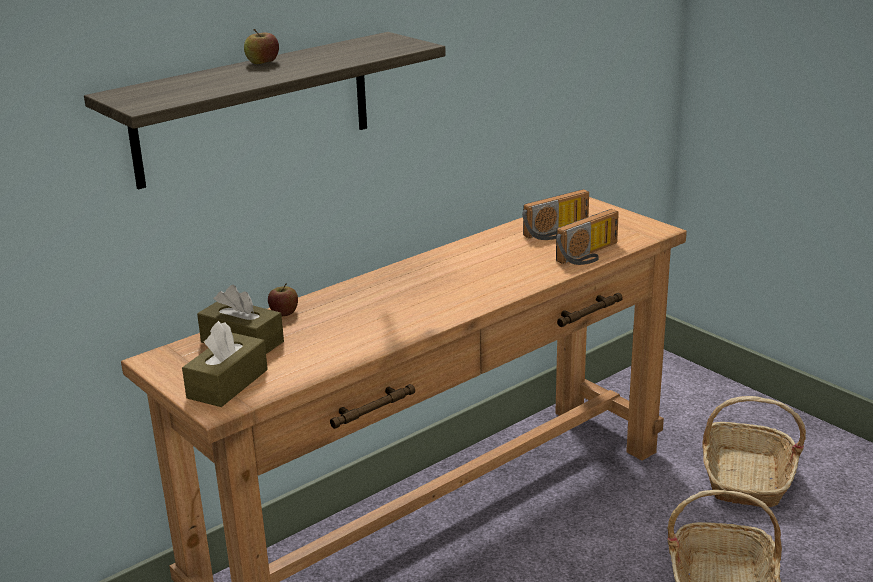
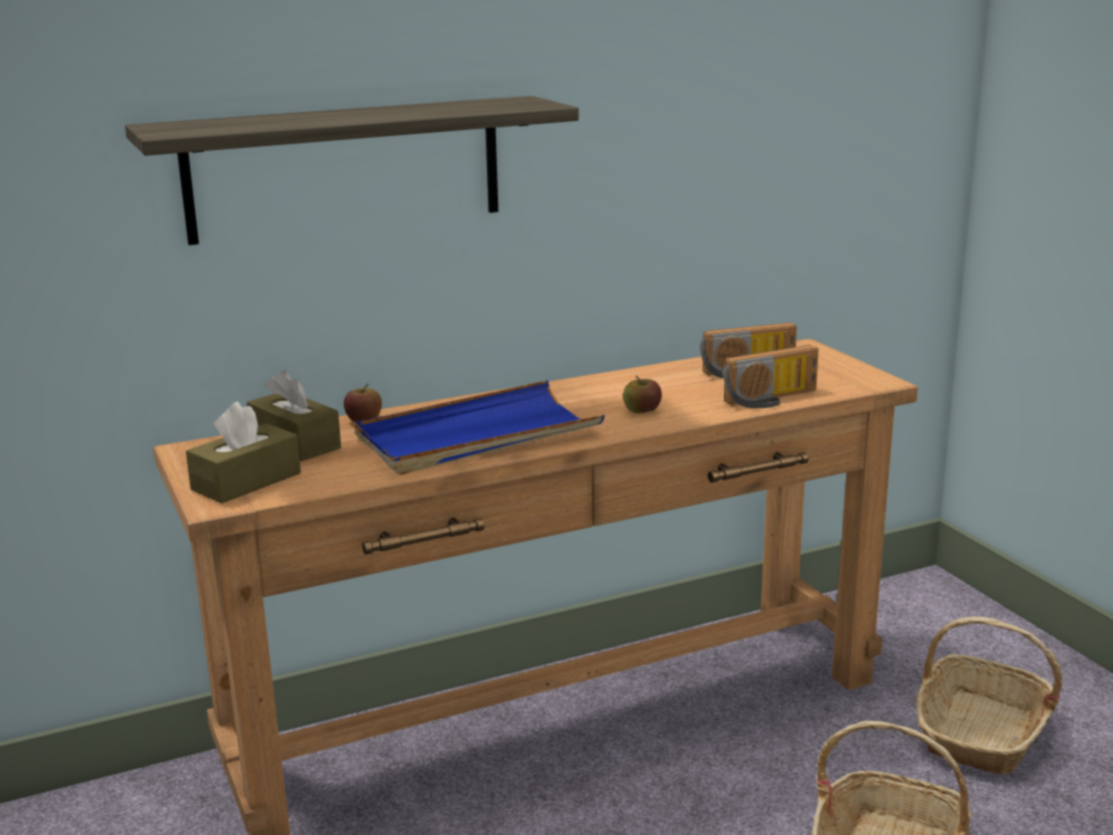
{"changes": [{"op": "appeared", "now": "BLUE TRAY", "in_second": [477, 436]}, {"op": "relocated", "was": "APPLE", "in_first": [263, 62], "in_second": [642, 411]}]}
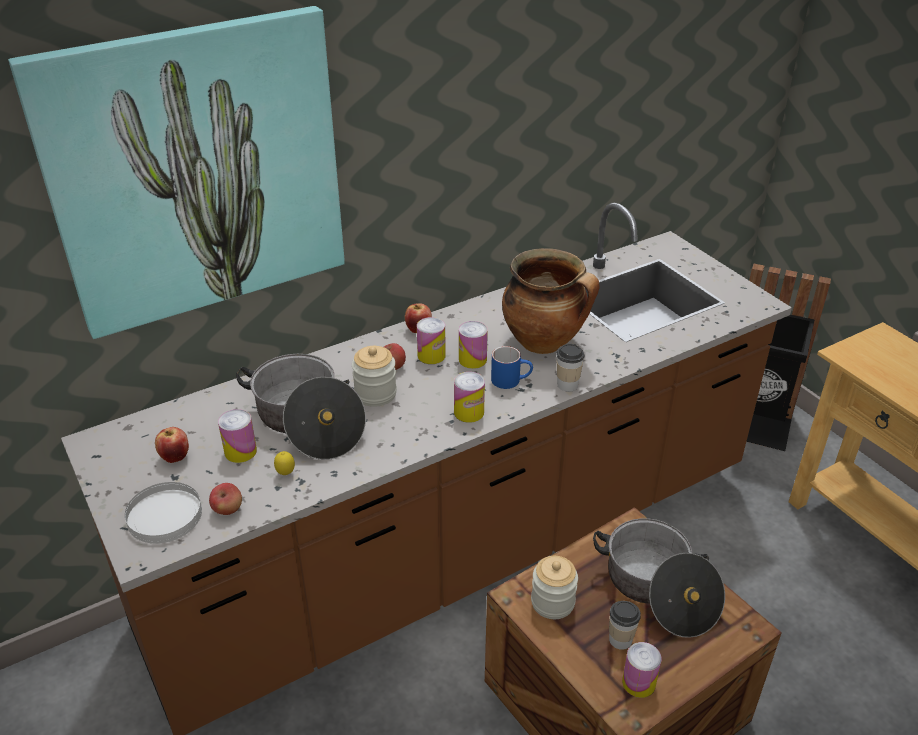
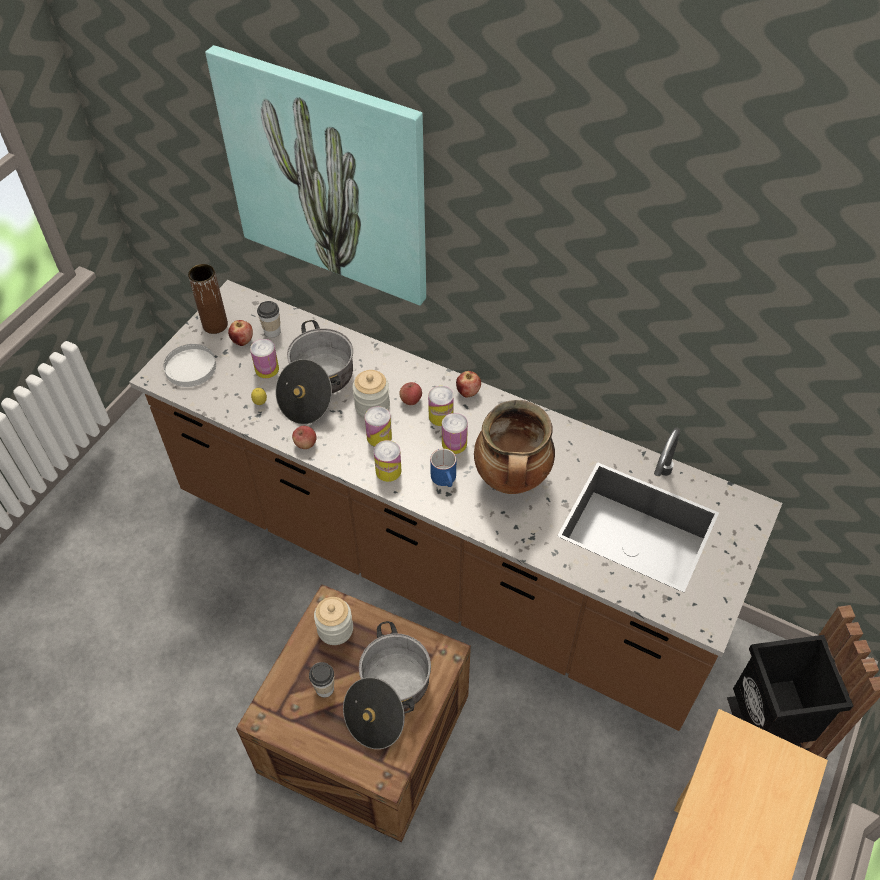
{"changes": [{"op": "appeared", "now": "BROWN VASE", "in_second": [215, 325]}, {"op": "relocated", "was": "APPLE", "in_first": [228, 509], "in_second": [305, 444]}, {"op": "relocated", "was": "CUP", "in_first": [567, 385], "in_second": [272, 331]}, {"op": "relocated", "was": "CAN", "in_first": [638, 683], "in_second": [379, 437]}]}
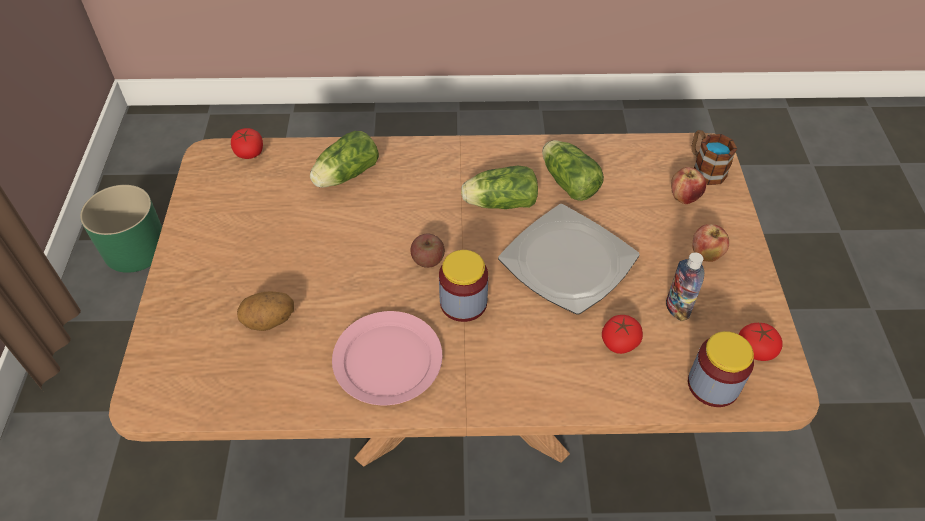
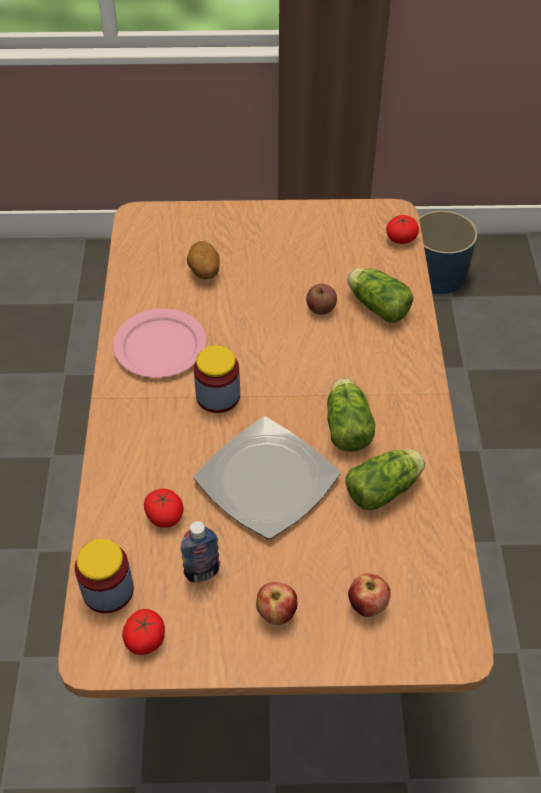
{"changes": [{"op": "missing", "was": "MUG", "in_first": [704, 168]}, {"op": "relocated", "was": "APPLE", "in_first": [428, 260], "in_second": [321, 308]}, {"op": "colour", "was": "GREEN PLANTER", "now": "BLUE PLANTER", "in_first": [135, 249], "in_second": [436, 273]}]}
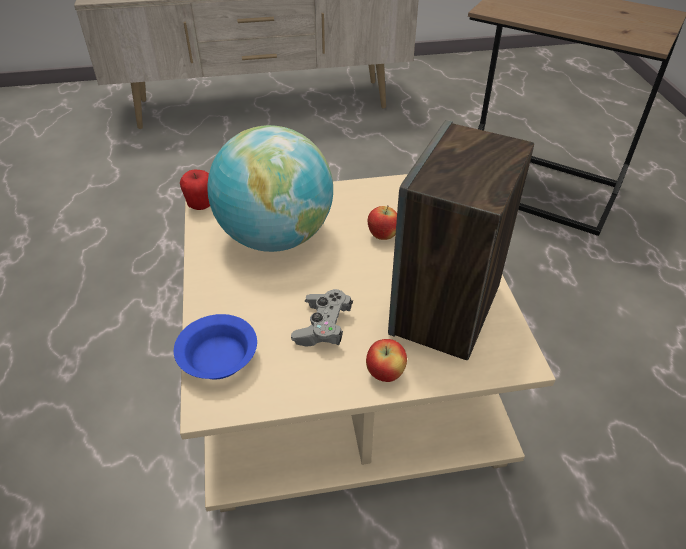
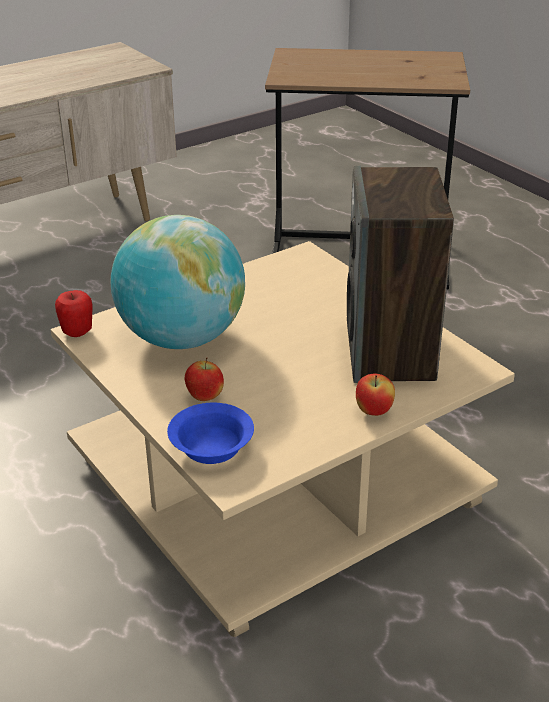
{"changes": [{"op": "missing", "was": "GREY GAME CONTROLLER", "in_first": [323, 327]}, {"op": "relocated", "was": "APPLE", "in_first": [382, 236], "in_second": [205, 397]}]}
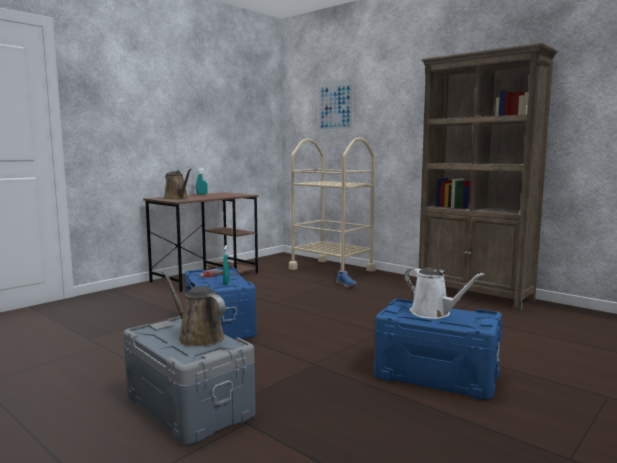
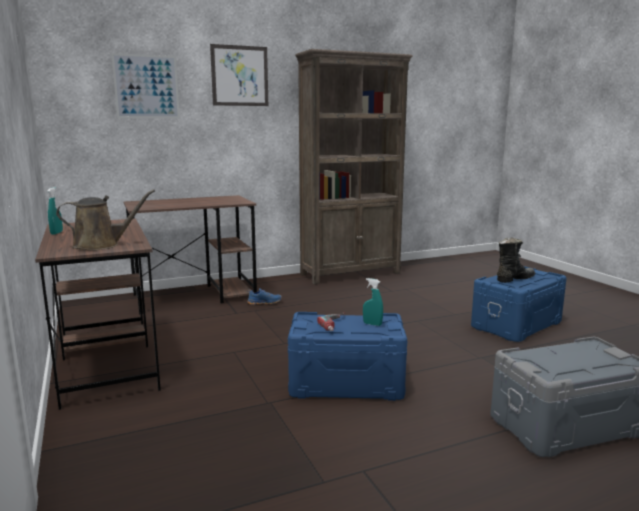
{"changes": [{"op": "missing", "was": "BROWN WATERING CAN", "in_first": [198, 337]}, {"op": "appeared", "now": "PICTURE", "in_second": [240, 76]}, {"op": "exchanged", "was": "BEIGE CART", "now": "BROWN DESK", "in_first": [331, 269], "in_second": [195, 296]}, {"op": "exchanged", "was": "WHITE WATERING CAN", "now": "BLACK BOOT", "in_first": [433, 313], "in_second": [514, 279]}]}
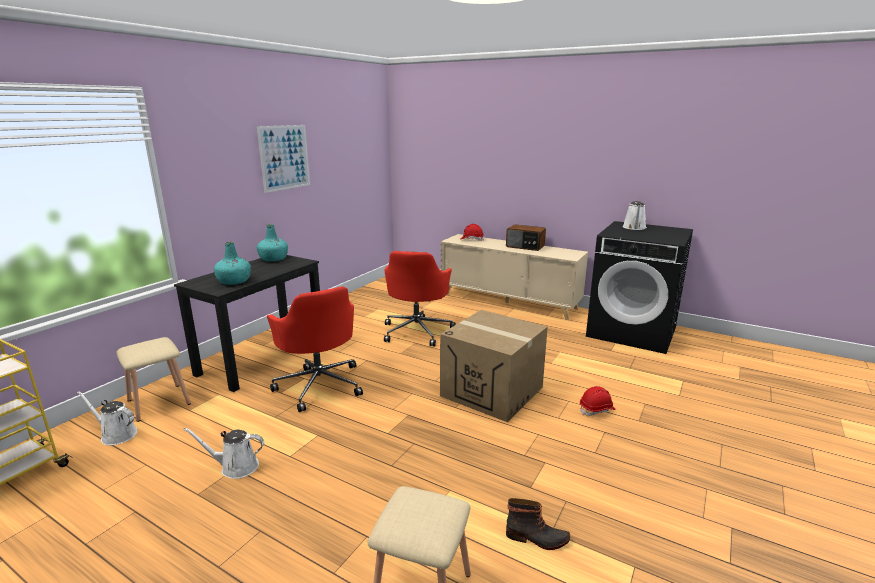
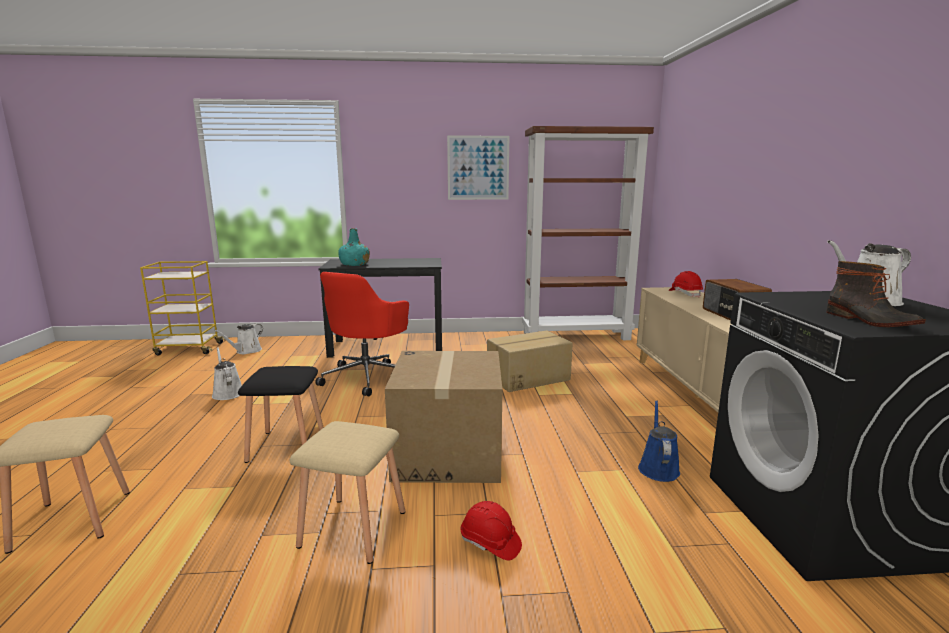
{"changes": [{"op": "missing", "was": "TURQUOISE BOTTLE", "in_first": [274, 259]}, {"op": "appeared", "now": "BLACK STOOL", "in_second": [286, 445]}, {"op": "appeared", "now": "BROWN BOOKCASE", "in_second": [576, 336]}, {"op": "appeared", "now": "BLUE WATERING CAN", "in_second": [658, 468]}, {"op": "relocated", "was": "BEIGE STOOL", "in_first": [160, 402], "in_second": [353, 530]}, {"op": "relocated", "was": "BOOT", "in_first": [537, 538], "in_second": [869, 321]}, {"op": "exchanged", "was": "RED OFFICE CHAIR", "now": "CARDBOARD BOX", "in_first": [417, 331], "in_second": [527, 378]}, {"op": "spun", "was": "WHITE WATERING CAN", "in_first": [116, 434], "in_second": [246, 351], "clockwise": -135}]}
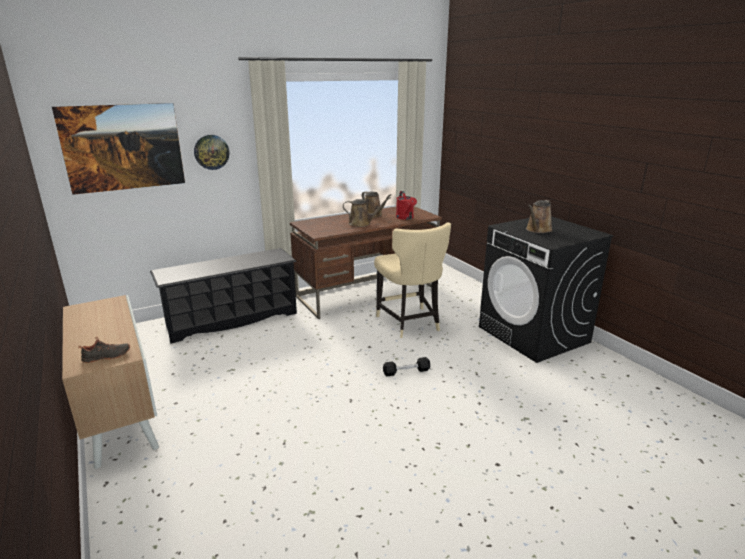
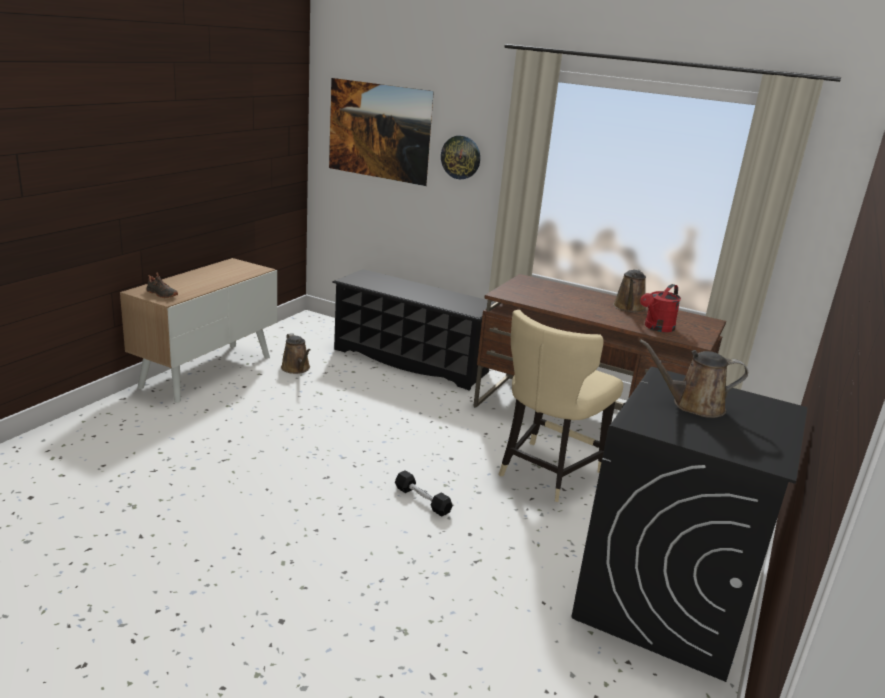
{"changes": [{"op": "relocated", "was": "BROWN WATERING CAN", "in_first": [362, 223], "in_second": [296, 369]}]}
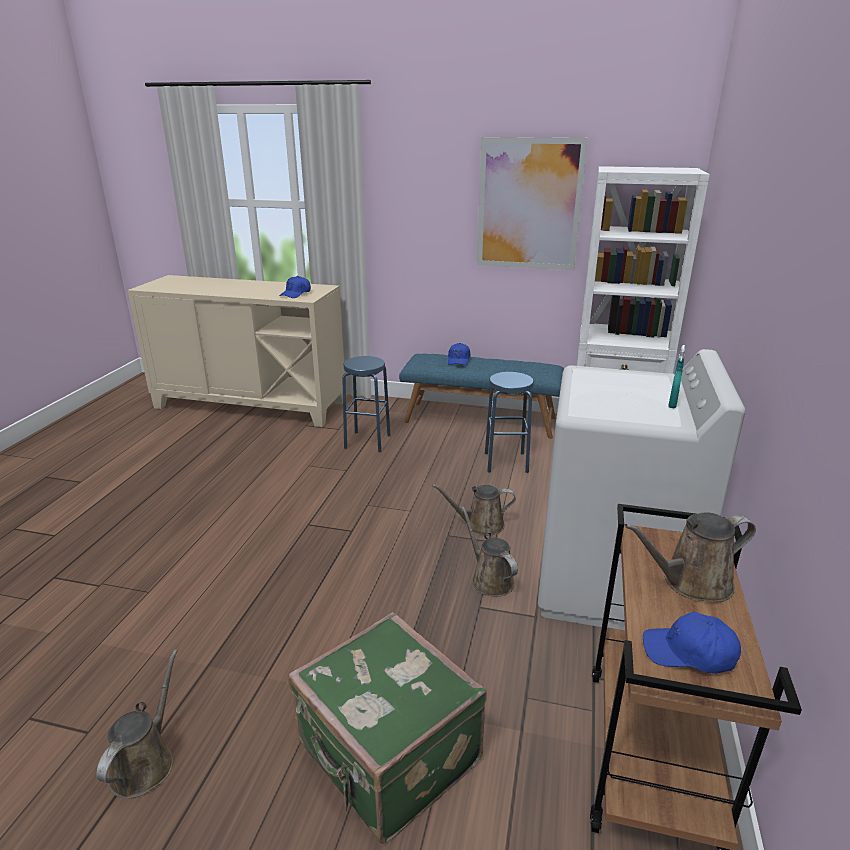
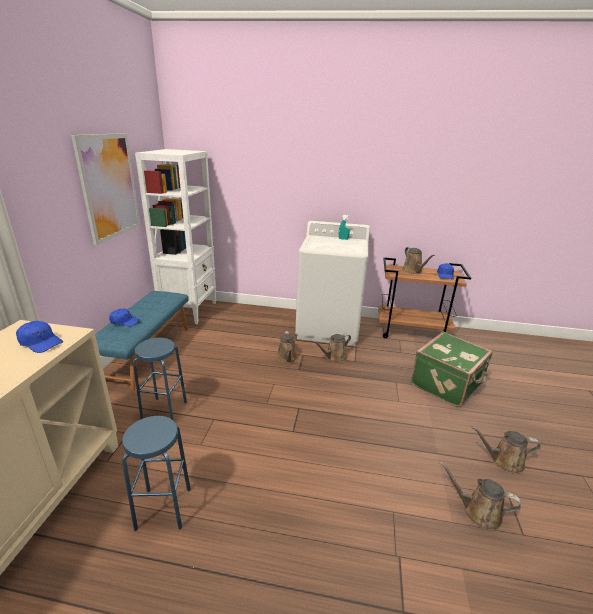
{"changes": [{"op": "appeared", "now": "BROWN WATERING CAN", "in_second": [478, 512]}, {"op": "relocated", "was": "BLUE STOOL", "in_first": [505, 462], "in_second": [163, 508]}]}
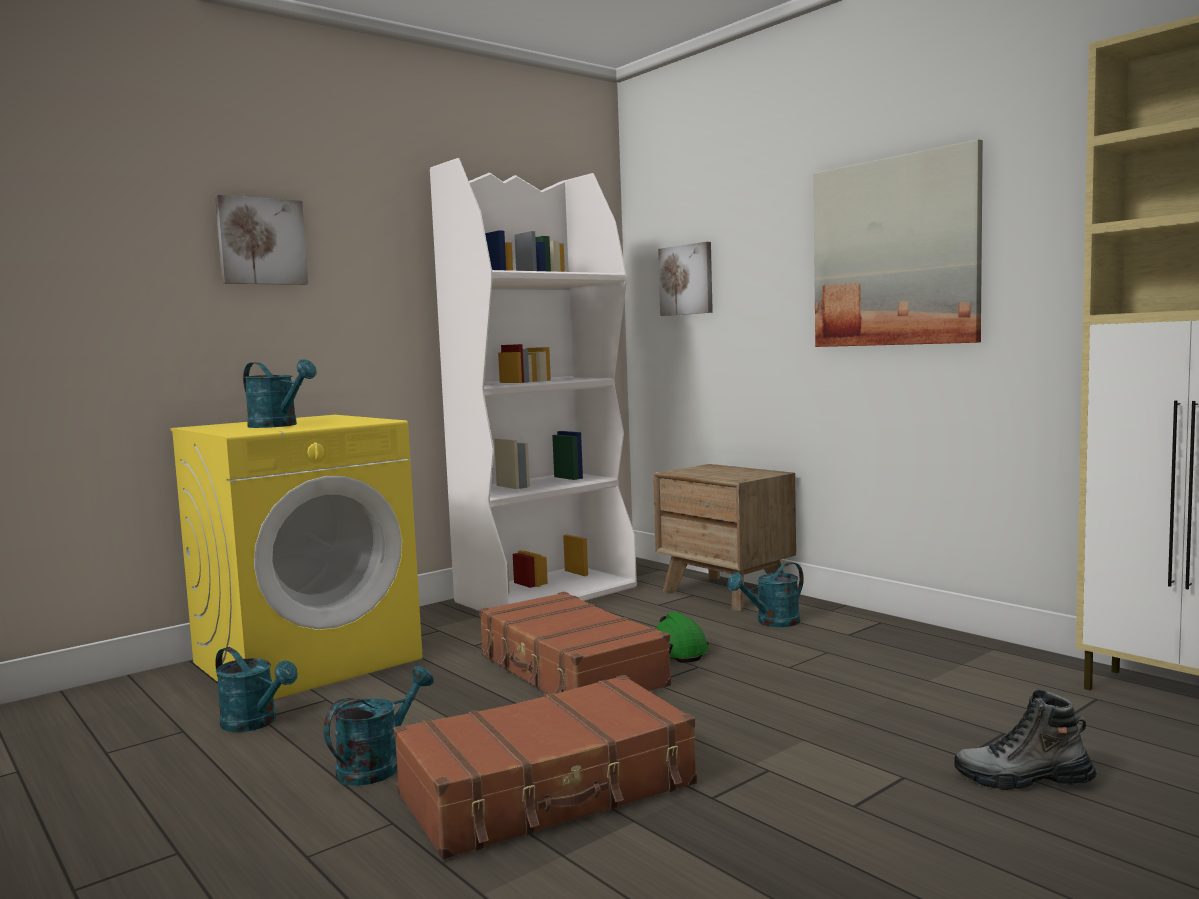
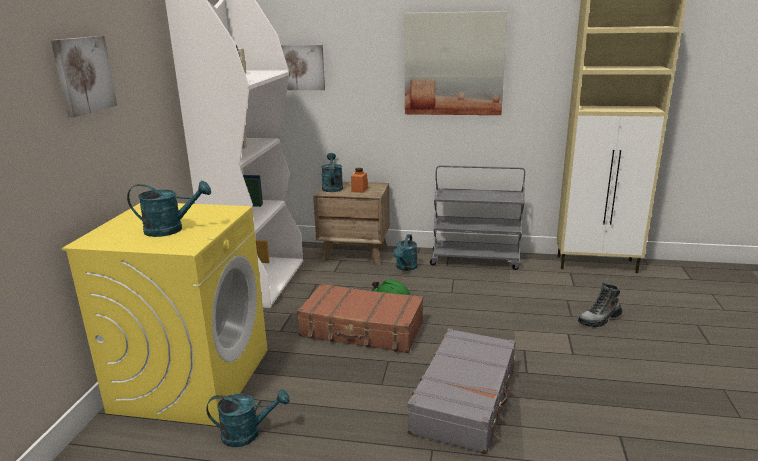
{"changes": [{"op": "appeared", "now": "ORANGE JAR", "in_second": [359, 190]}, {"op": "appeared", "now": "GREY CART", "in_second": [475, 260]}, {"op": "relocated", "was": "TURQUOISE WATERING CAN", "in_first": [377, 765], "in_second": [332, 187]}, {"op": "colour", "was": "BROWN SUITCASE", "now": "GREY SUITCASE", "in_first": [549, 791], "in_second": [466, 399]}]}
